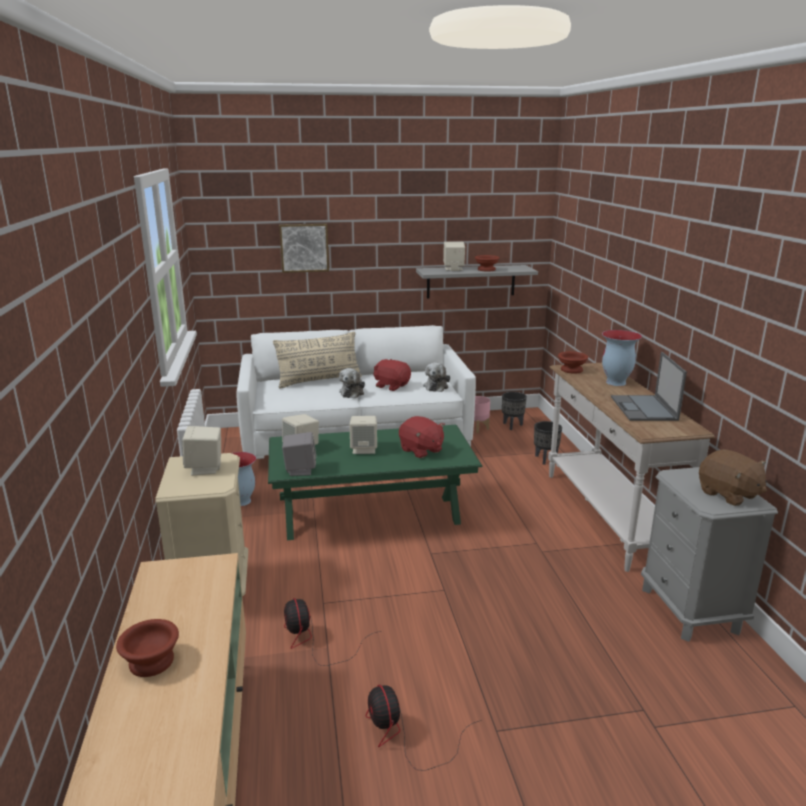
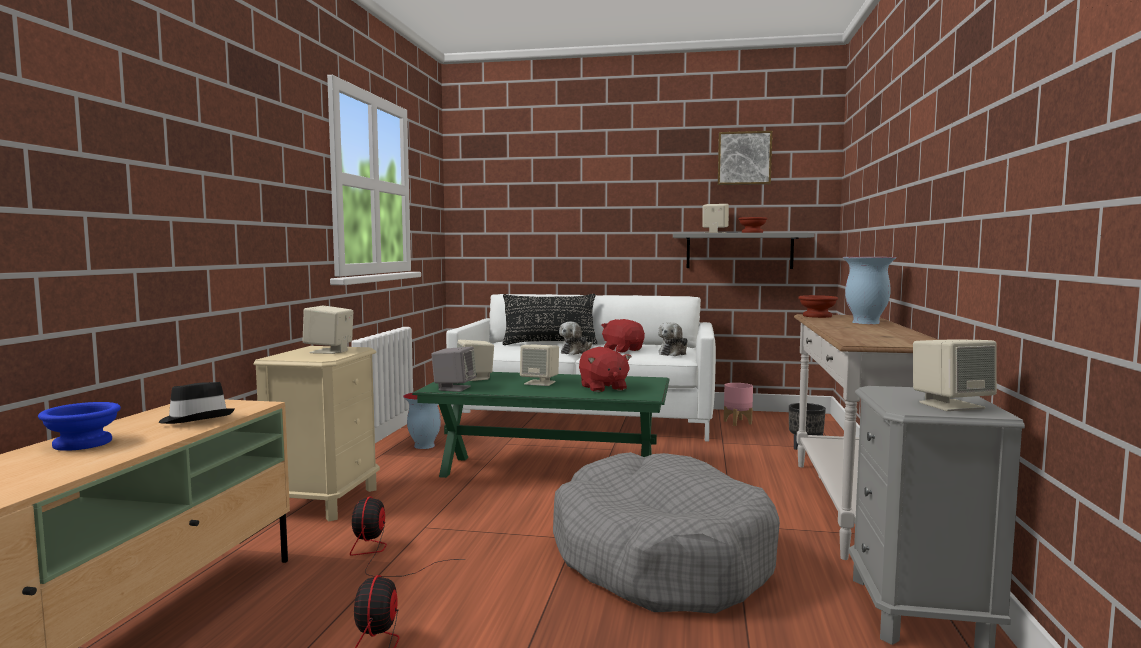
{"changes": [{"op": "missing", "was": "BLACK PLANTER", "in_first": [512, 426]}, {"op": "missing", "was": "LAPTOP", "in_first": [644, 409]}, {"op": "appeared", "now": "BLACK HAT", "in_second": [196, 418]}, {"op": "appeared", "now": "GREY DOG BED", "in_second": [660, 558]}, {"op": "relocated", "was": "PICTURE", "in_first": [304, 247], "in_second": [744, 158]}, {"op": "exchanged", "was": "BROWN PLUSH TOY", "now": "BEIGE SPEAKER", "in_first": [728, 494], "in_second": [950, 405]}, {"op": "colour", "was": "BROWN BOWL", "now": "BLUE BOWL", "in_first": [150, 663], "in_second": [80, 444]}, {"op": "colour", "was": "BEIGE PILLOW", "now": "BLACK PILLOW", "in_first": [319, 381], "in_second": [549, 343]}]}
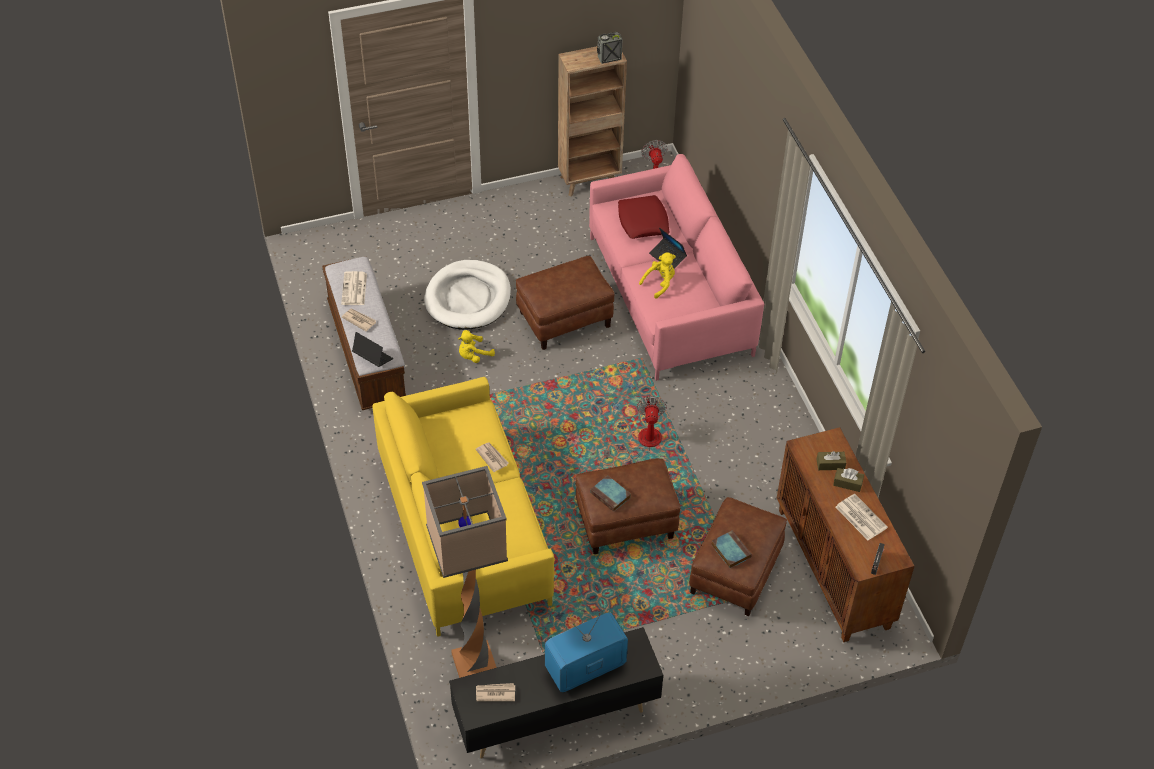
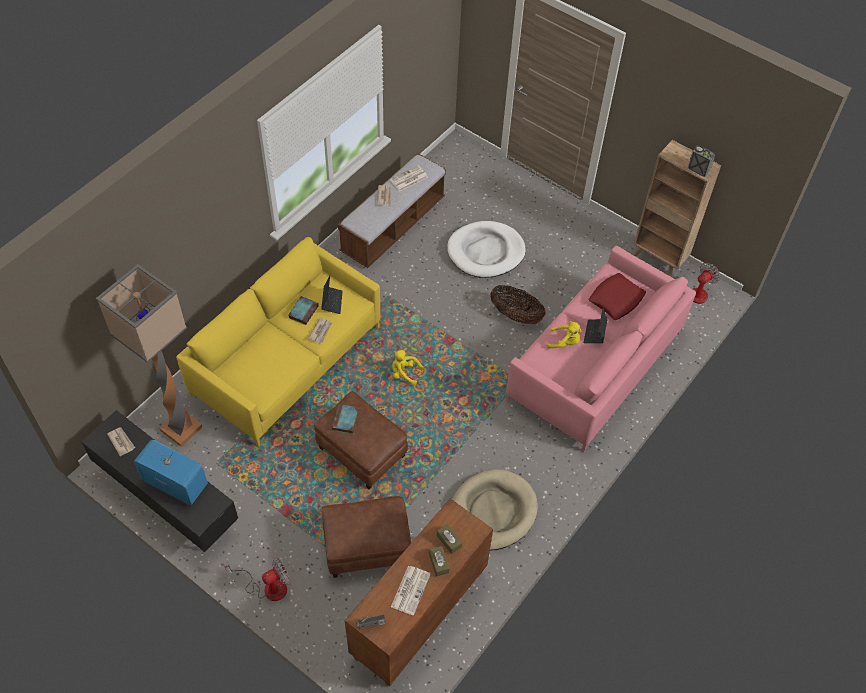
{"changes": [{"op": "appeared", "now": "BEIGE DOG BED", "in_second": [492, 512]}, {"op": "relocated", "was": "LAPTOP", "in_first": [372, 357], "in_second": [332, 301]}, {"op": "relocated", "was": "YELLOW PLUSH TOY", "in_first": [473, 355], "in_second": [404, 373]}, {"op": "relocated", "was": "FAN", "in_first": [642, 442], "in_second": [267, 587]}, {"op": "relocated", "was": "BOOK", "in_first": [730, 551], "in_second": [303, 311]}, {"op": "exchanged", "was": "BROWN OTTOMAN", "now": "BASKET", "in_first": [564, 319], "in_second": [516, 315]}]}
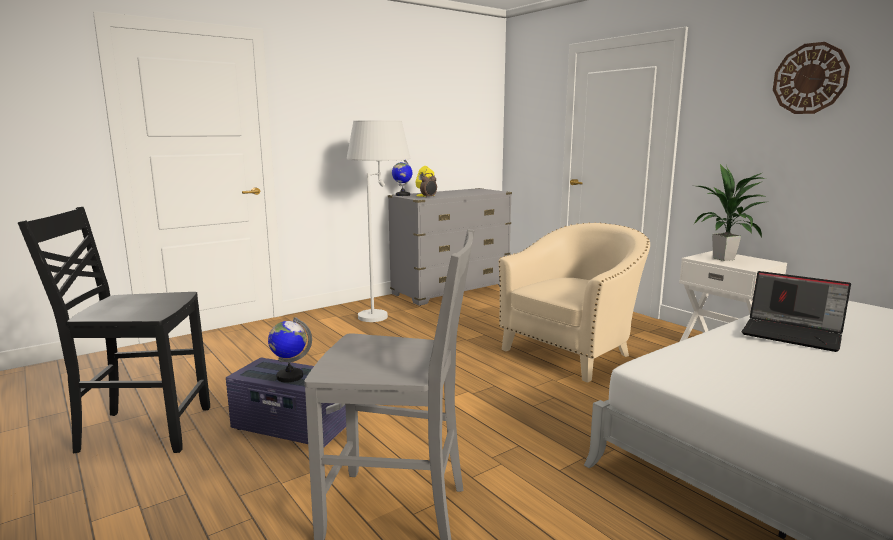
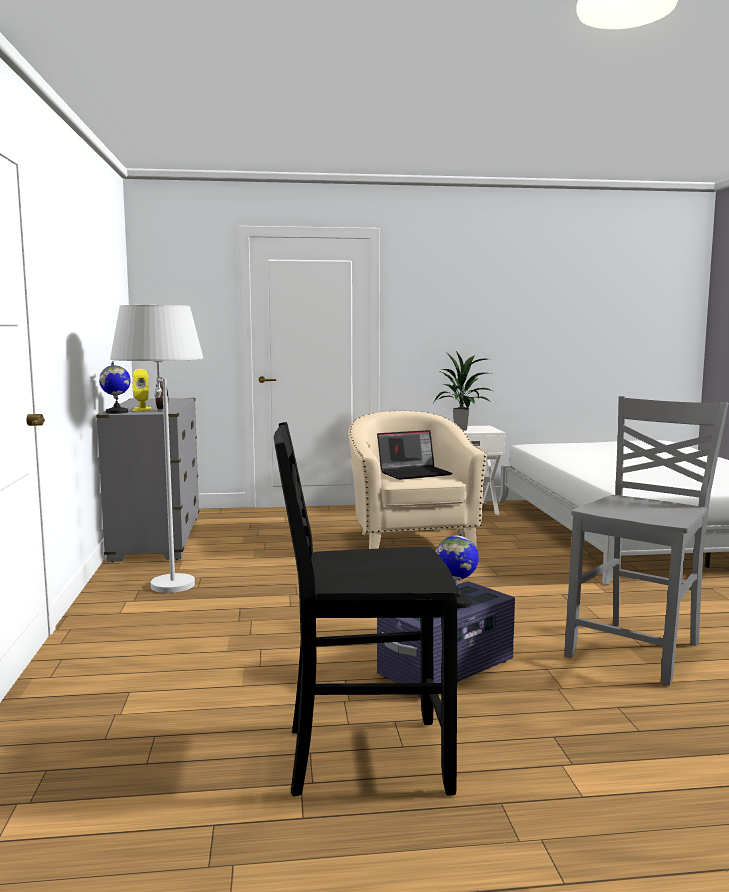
{"changes": [{"op": "missing", "was": "WALL CLOCK", "in_first": [810, 78]}, {"op": "relocated", "was": "LAPTOP", "in_first": [793, 334], "in_second": [414, 473]}, {"op": "spun", "was": "BLACK CHAIR", "in_first": [143, 430], "in_second": [363, 757], "clockwise": 60}]}
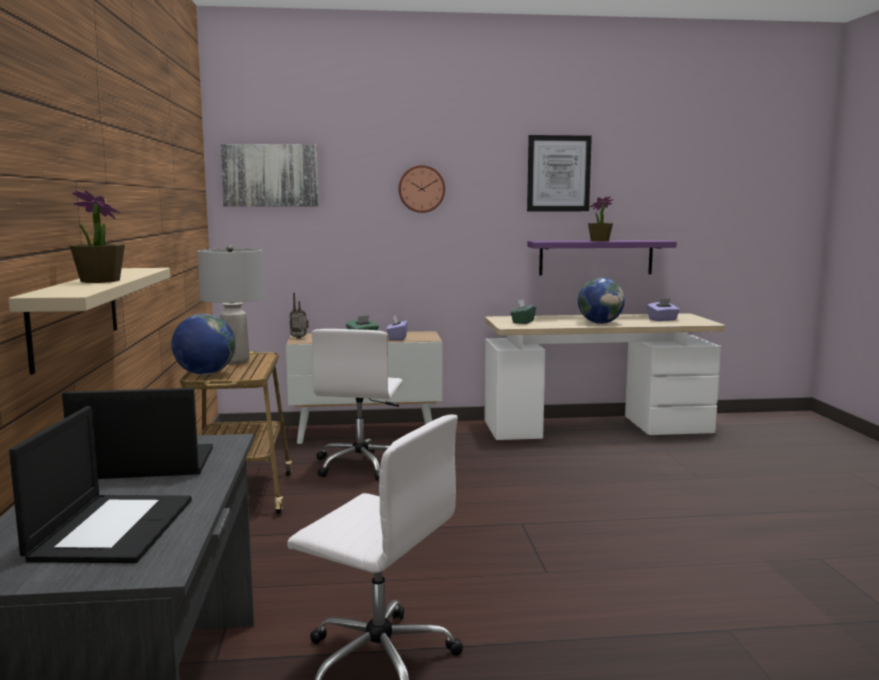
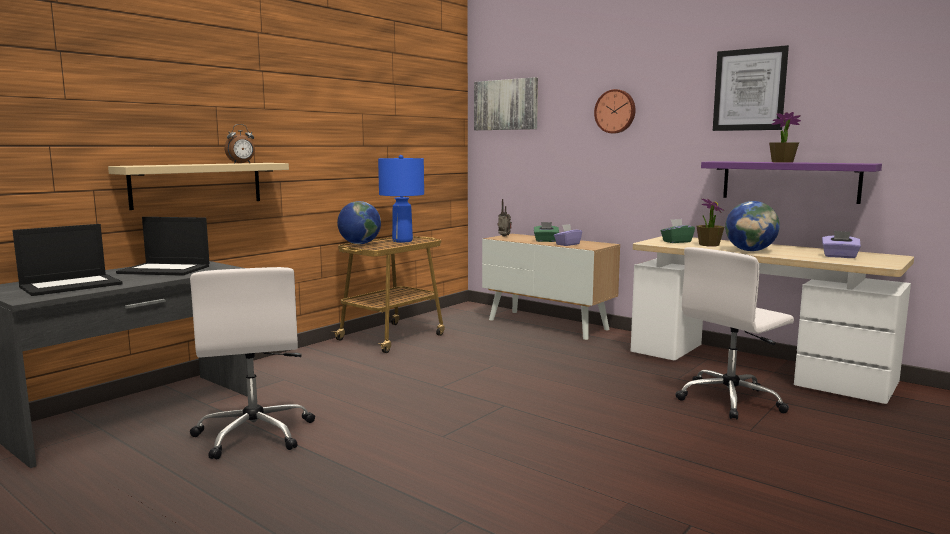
{"changes": [{"op": "appeared", "now": "ALARM CLOCK", "in_second": [241, 163]}, {"op": "relocated", "was": "POTTED PLANT", "in_first": [99, 281], "in_second": [708, 245]}, {"op": "relocated", "was": "WHITE OFFICE CHAIR", "in_first": [361, 465], "in_second": [730, 400]}, {"op": "colour", "was": "GREY TABLE LAMP", "now": "BLUE TABLE LAMP", "in_first": [235, 361], "in_second": [402, 241]}, {"op": "spun", "was": "LAPTOP", "in_first": [143, 464], "in_second": [166, 269], "clockwise": 150}]}
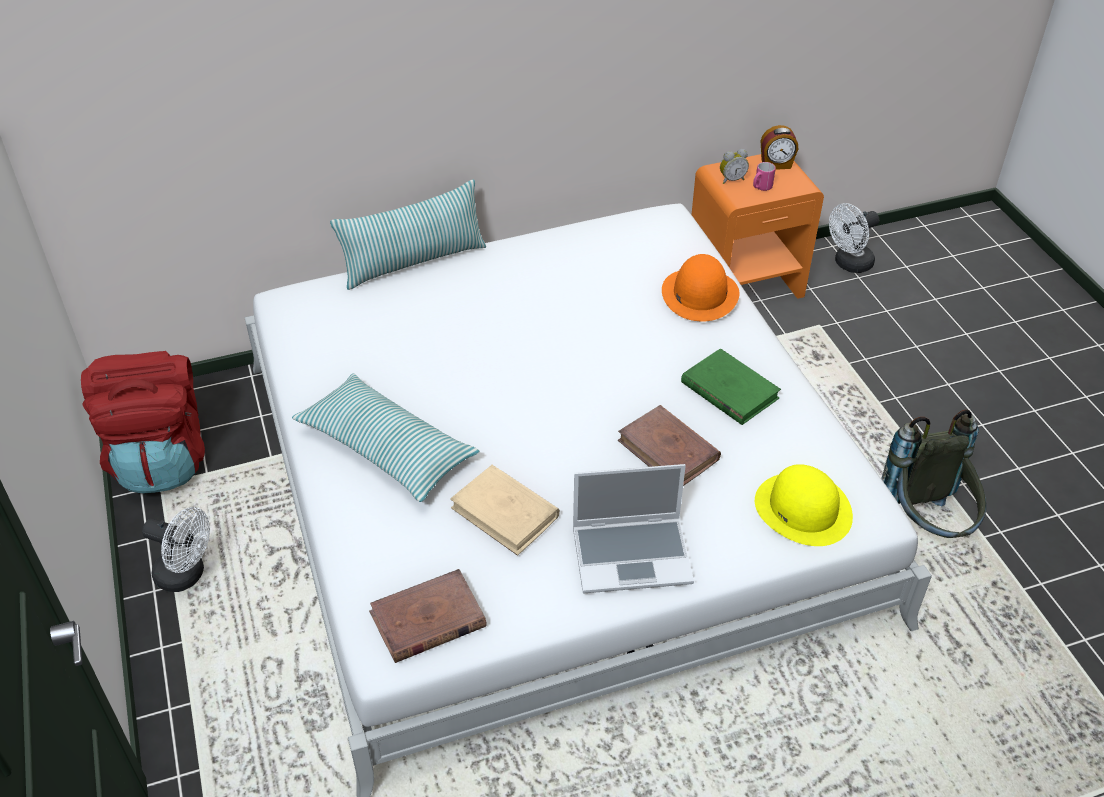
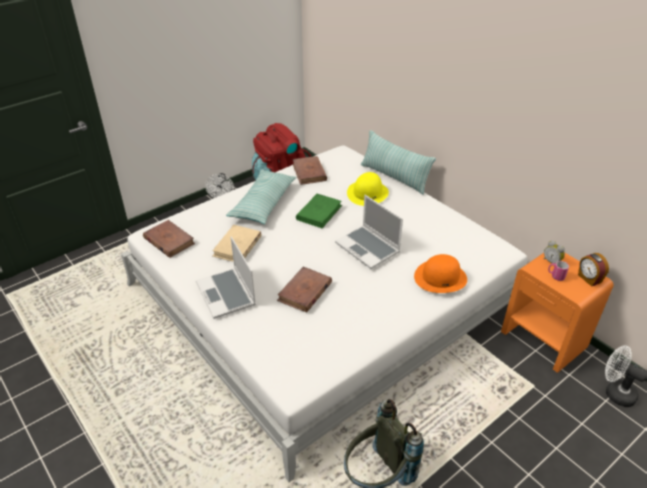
{"changes": [{"op": "appeared", "now": "BROWN BOOK", "in_second": [309, 172]}, {"op": "appeared", "now": "LAPTOP", "in_second": [368, 248]}, {"op": "relocated", "was": "GREEN BOOK", "in_first": [729, 390], "in_second": [319, 212]}, {"op": "relocated", "was": "YELLOW HAT", "in_first": [803, 509], "in_second": [367, 193]}]}
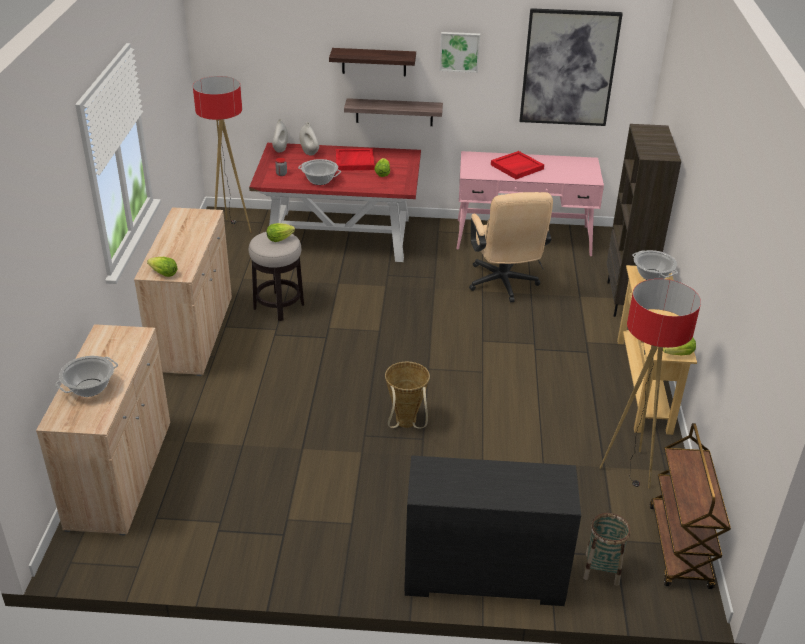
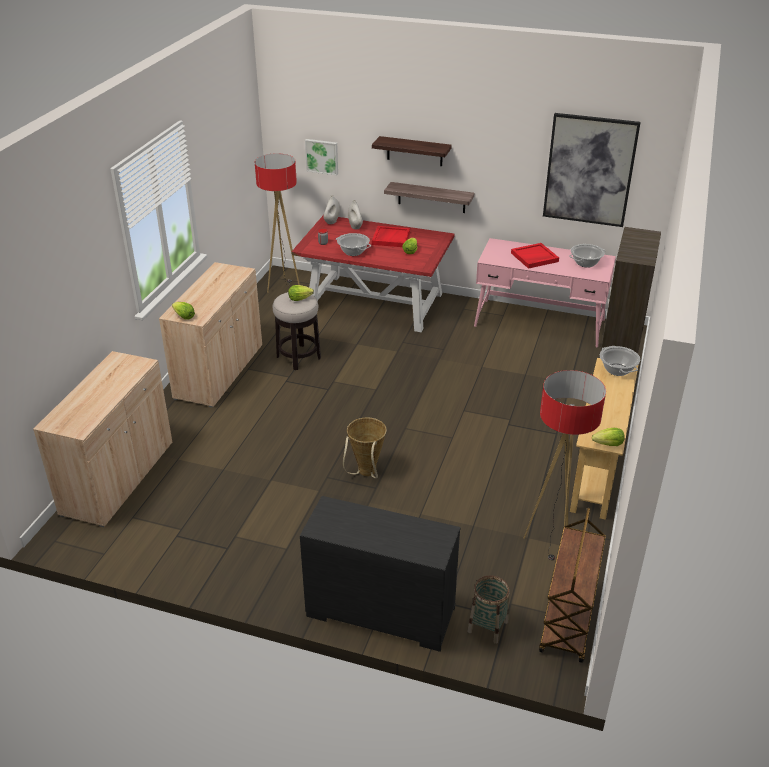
{"changes": [{"op": "missing", "was": "BEIGE OFFICE CHAIR", "in_first": [503, 285]}, {"op": "relocated", "was": "COOKING POT", "in_first": [90, 388], "in_second": [585, 263]}, {"op": "relocated", "was": "PICTURE", "in_first": [459, 51], "in_second": [322, 156]}]}
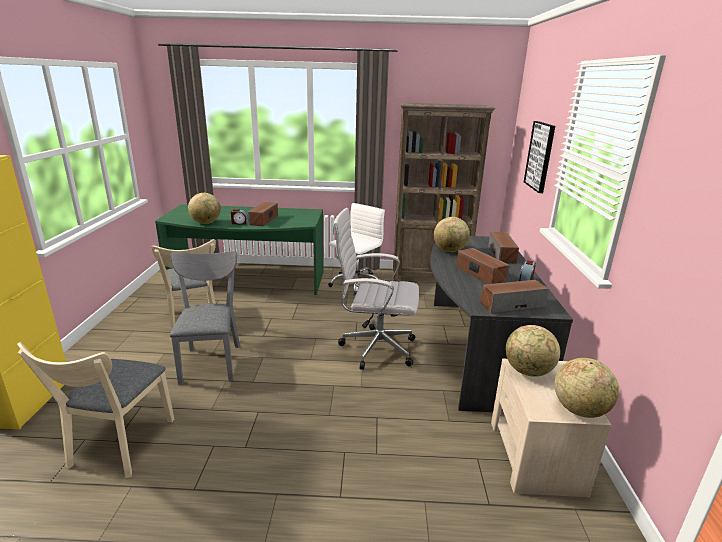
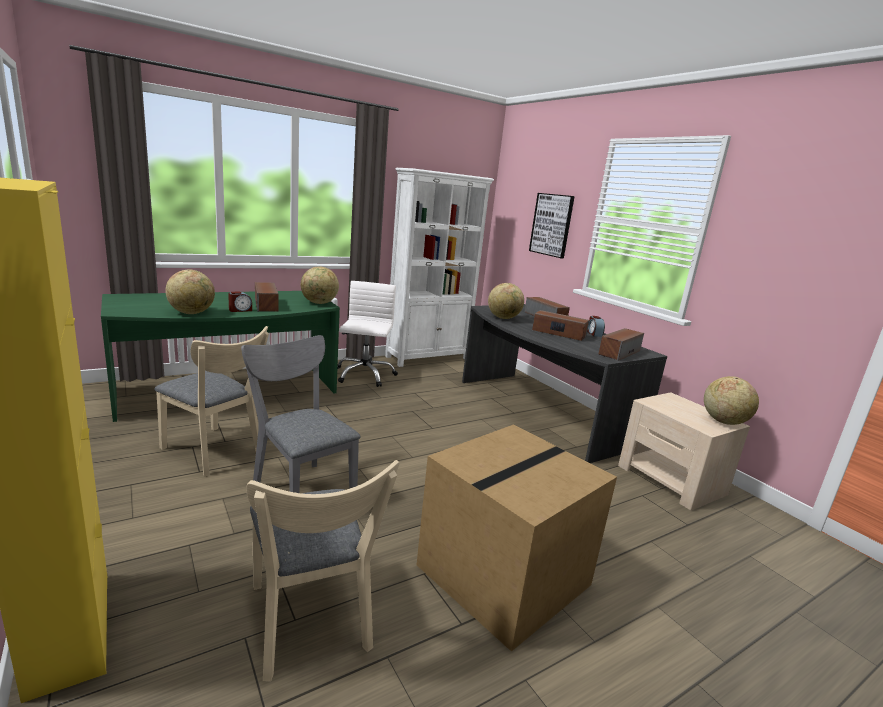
{"changes": [{"op": "missing", "was": "WHITE OFFICE CHAIR", "in_first": [374, 348]}, {"op": "appeared", "now": "CARDBOARD BOX", "in_second": [503, 577]}, {"op": "relocated", "was": "GLOBE", "in_first": [528, 372], "in_second": [319, 303]}, {"op": "colour", "was": "BROWN BOOKCASE", "now": "WHITE BOOKCASE", "in_first": [430, 276], "in_second": [428, 357]}]}
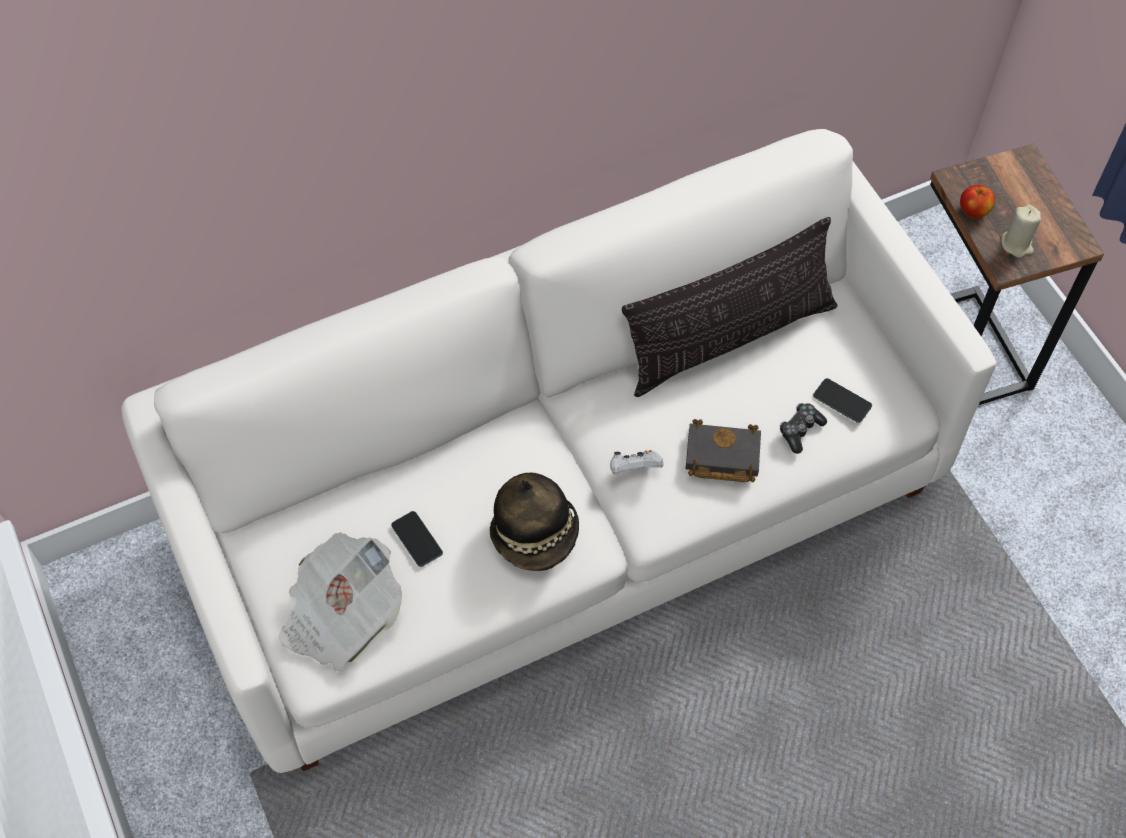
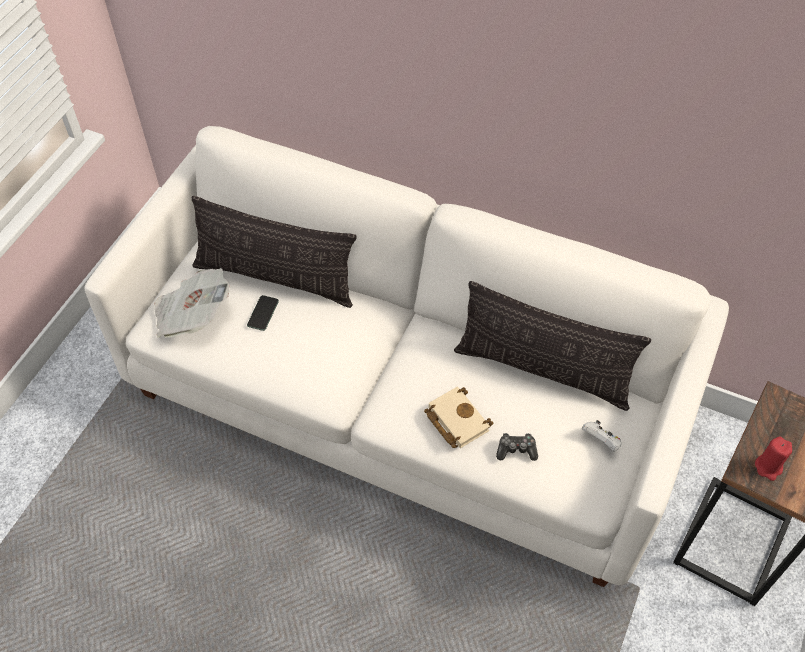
{"changes": [{"op": "missing", "was": "HAT", "in_first": [536, 534]}, {"op": "missing", "was": "PHONE", "in_first": [842, 401]}, {"op": "missing", "was": "APPLE", "in_first": [973, 211]}, {"op": "appeared", "now": "PILLOW", "in_second": [275, 278]}, {"op": "relocated", "was": "WHITE GAME CONTROLLER", "in_first": [634, 469], "in_second": [601, 441]}, {"op": "colour", "was": "BLACK BOOK", "now": "BEIGE BOOK", "in_first": [720, 457], "in_second": [455, 420]}, {"op": "colour", "was": "BEIGE CANDLE", "now": "RED CANDLE", "in_first": [1016, 244], "in_second": [768, 467]}]}
